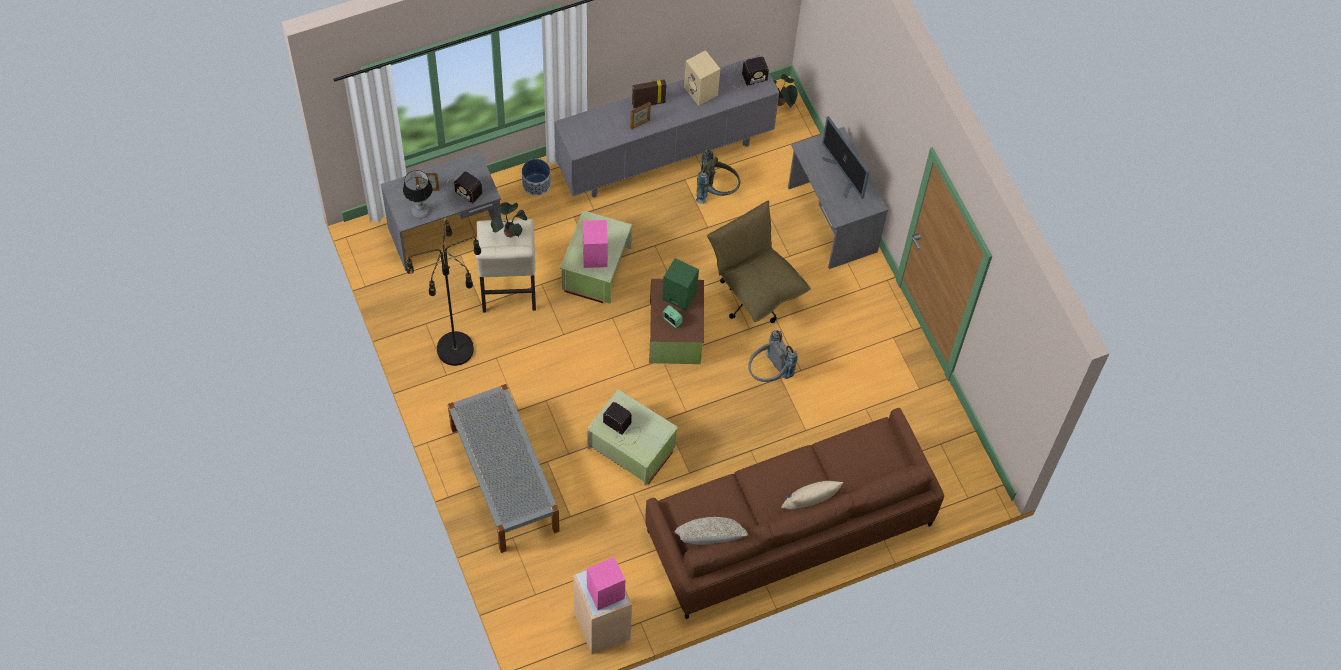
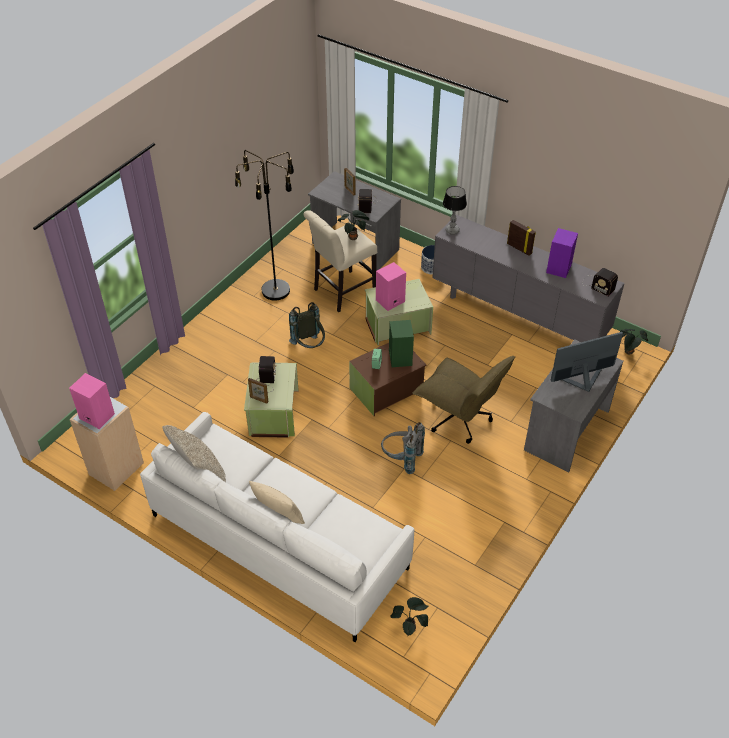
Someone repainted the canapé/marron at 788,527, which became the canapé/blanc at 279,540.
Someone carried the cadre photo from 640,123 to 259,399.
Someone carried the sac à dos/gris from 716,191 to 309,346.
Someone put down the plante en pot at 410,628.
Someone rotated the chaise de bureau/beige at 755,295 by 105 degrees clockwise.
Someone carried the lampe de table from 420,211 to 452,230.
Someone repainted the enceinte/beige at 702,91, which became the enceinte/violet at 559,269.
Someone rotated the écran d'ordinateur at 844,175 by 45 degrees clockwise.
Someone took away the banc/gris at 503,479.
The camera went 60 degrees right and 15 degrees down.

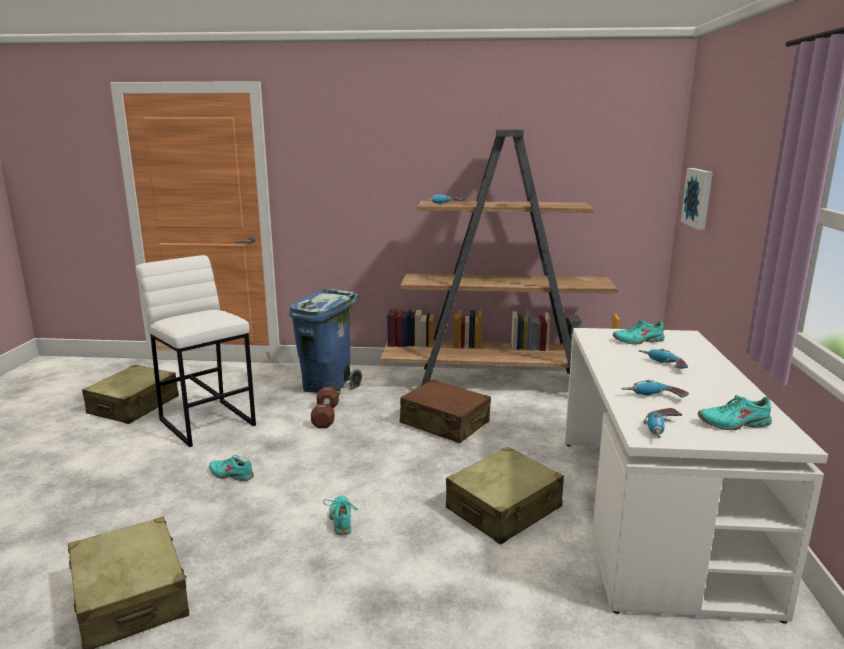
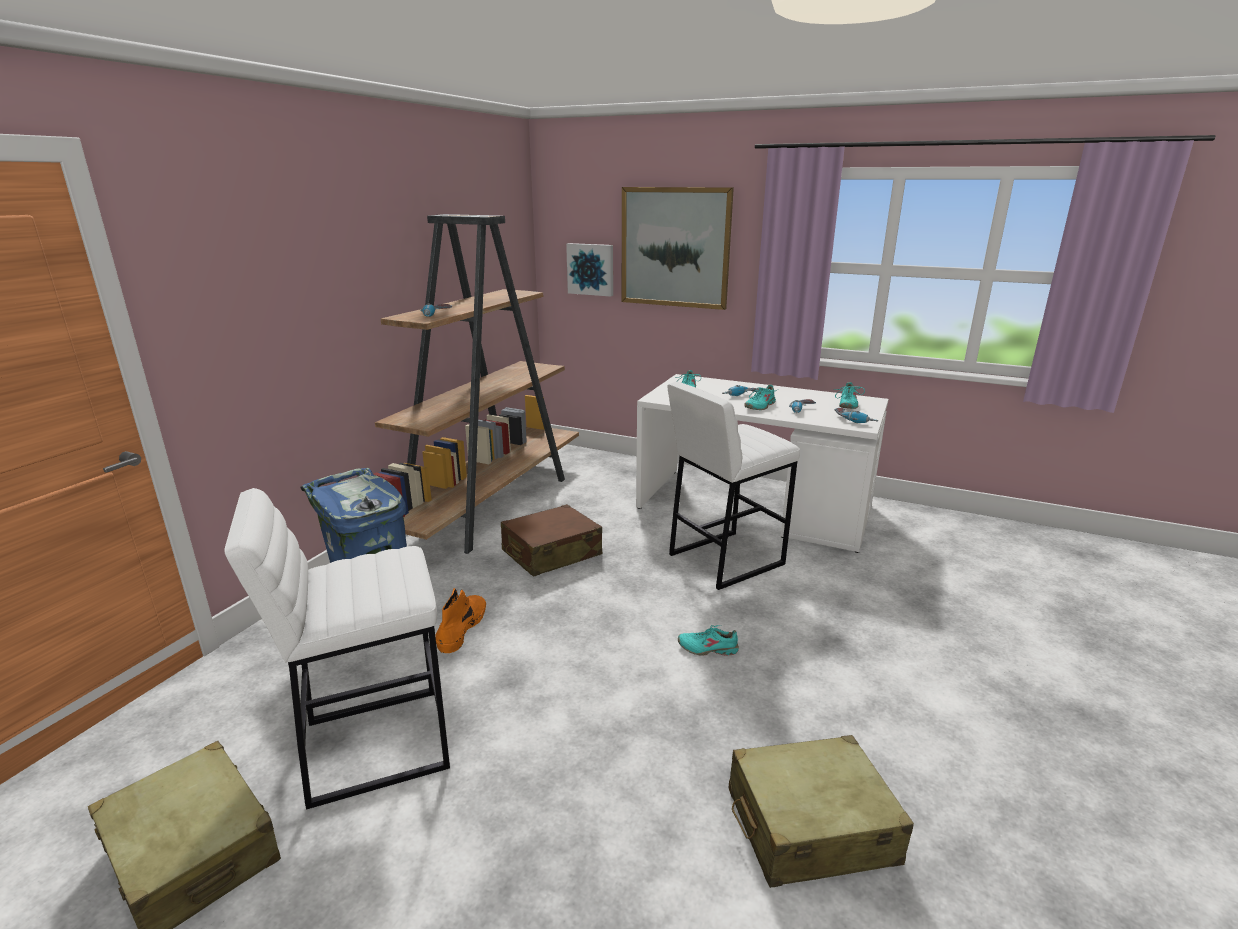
Someone swapped the haltère/marron at 325,416 for the botte/orange at 463,627.
Someone put up the tableau at 675,247.
Someone swapped the valise/beige at 504,509 for the tabouret/blanc at 724,560.
Someone carried the chaussure/turquoise from 231,474 to 759,406.
The camera went 70 degrees left and 5 degrees up.

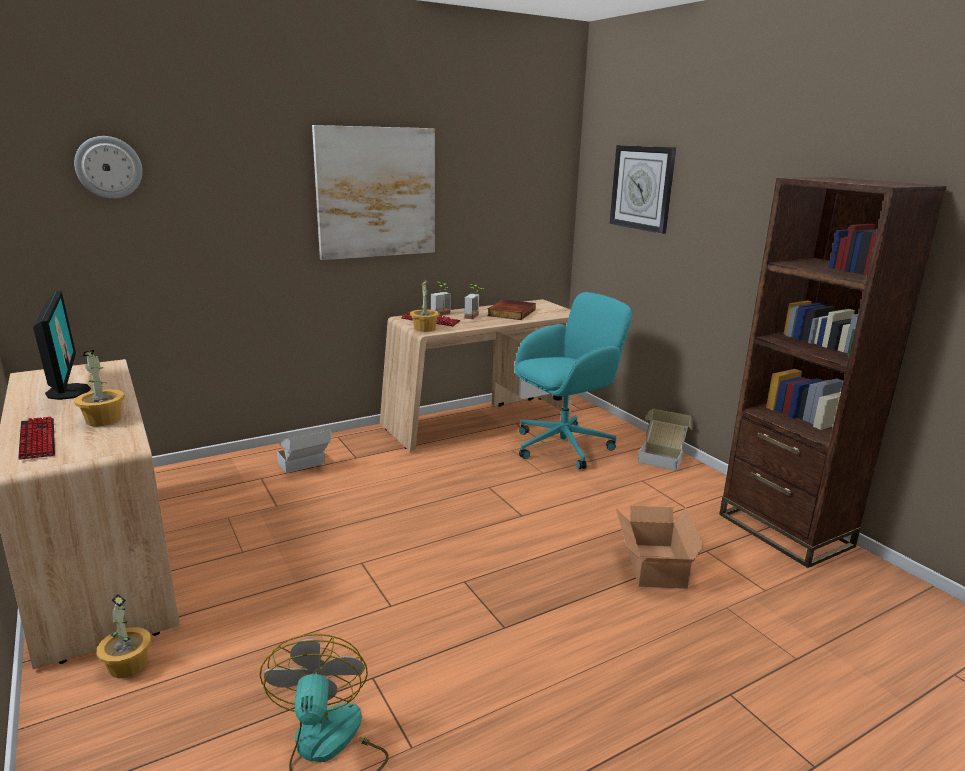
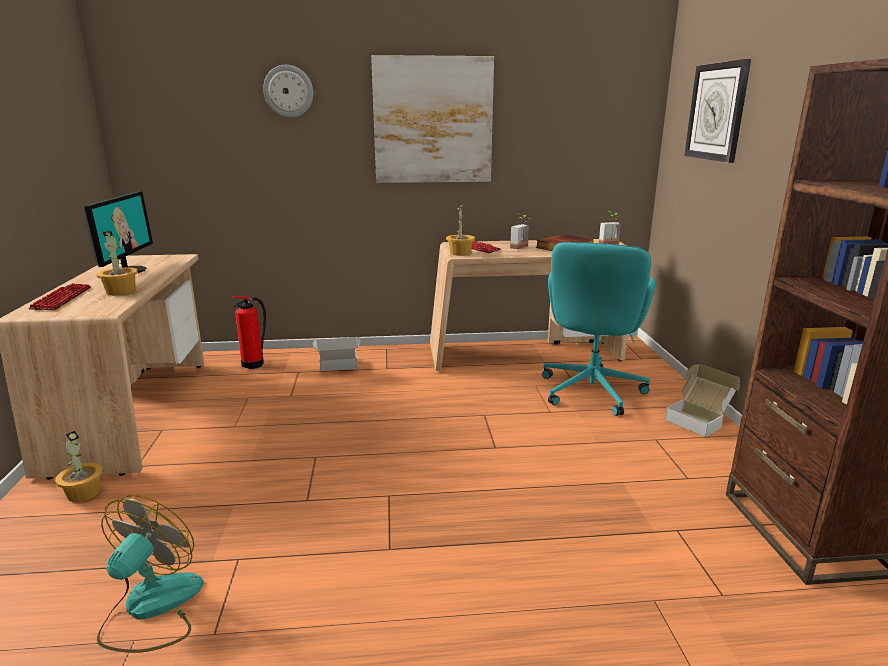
Someone put down the extincteur at 254,363.
Someone carried the horloge murale from 109,167 to 288,91.
Someone rotated the chaise de bureau/turquoise at 562,447 by 120 degrees clockwise.
Someone carried the plante en pot from 442,315 to 610,244.
Someone took away the carton at 652,567.
The camera went 25 degrees right and 0 degrees up.

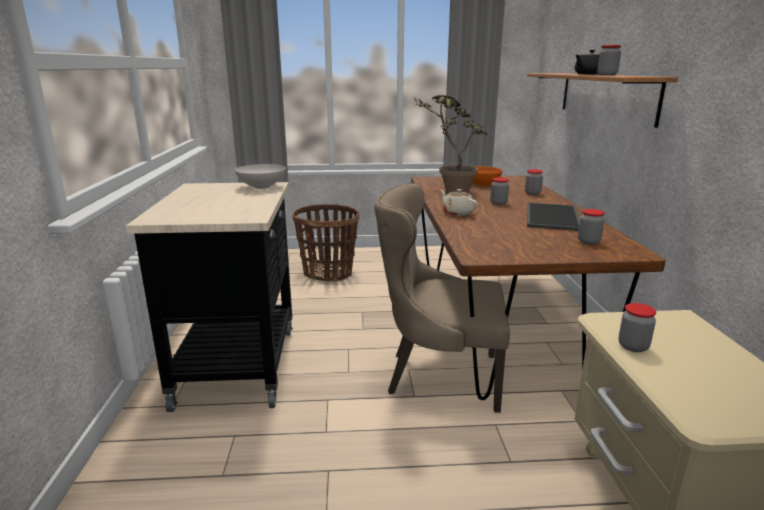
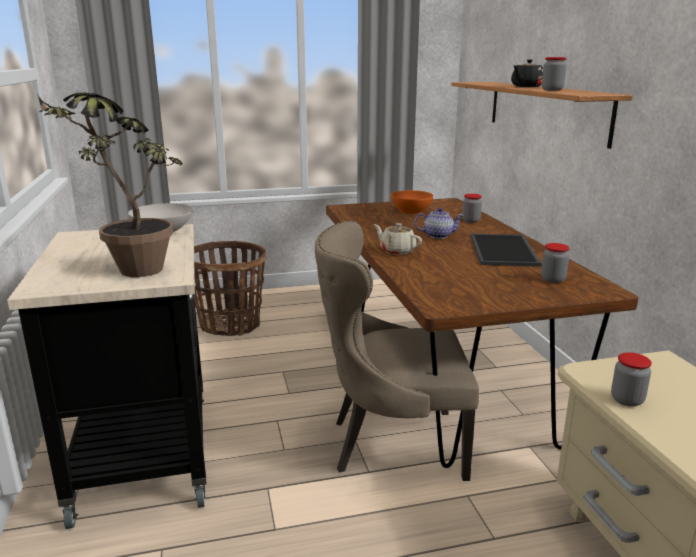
Someone carried the plante en pot from 449,191 to 128,268.
Someone swapped the bocal at 498,203 for the théière at 438,235.
The camera went 10 degrees left and 0 degrees up.

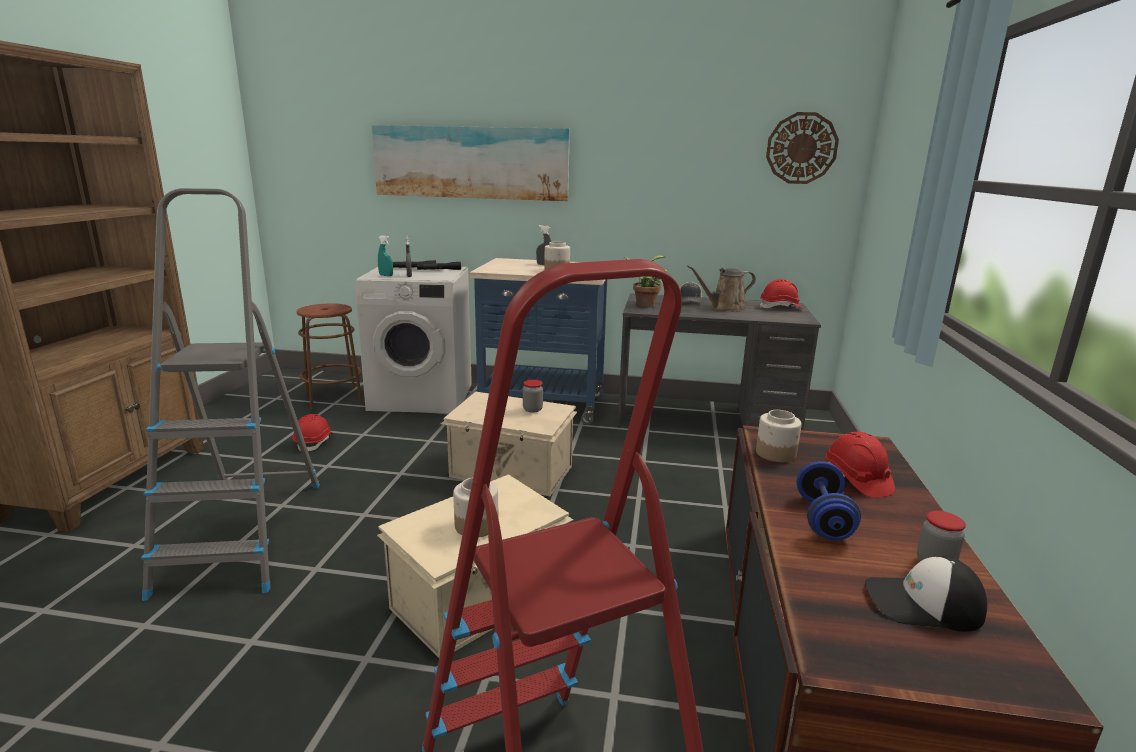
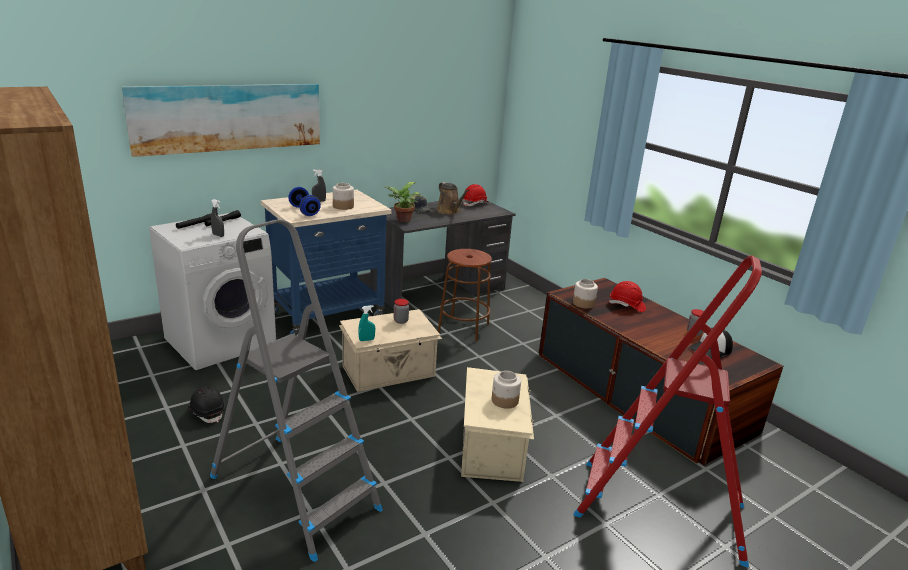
Someone repainted the casque de chantier/rouge at 314,442, which became the casque de chantier/noir at 207,412.
Someone carried the haltère/bleu from 823,519 to 304,211.
Someone carried the vaporisateur/turquoise from 386,275 to 366,340.
Someone rotated the arrosoir/marron at 724,308 by 60 degrees counterclockwise.
Someone carried the tabouret/marron from 333,397 to 463,328.
Someone took away the horloge murale at 801,148.
The camera went 45 degrees left and 5 degrees up.

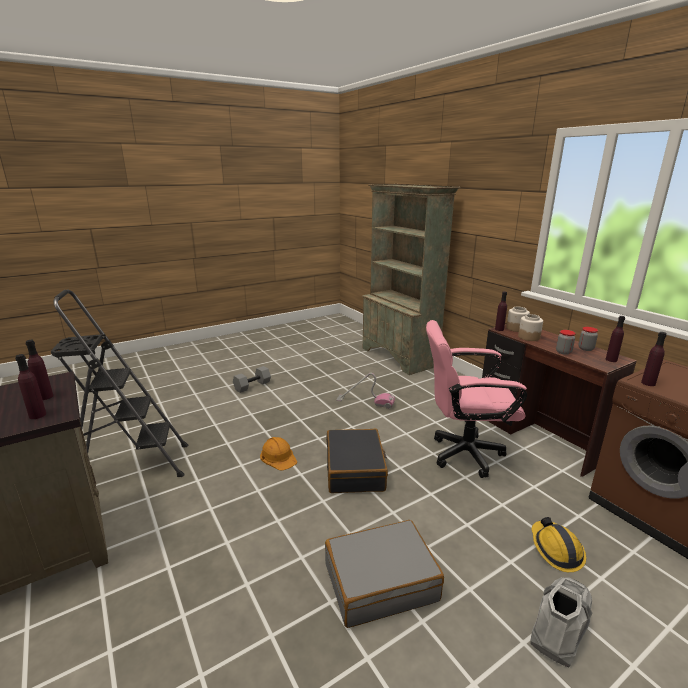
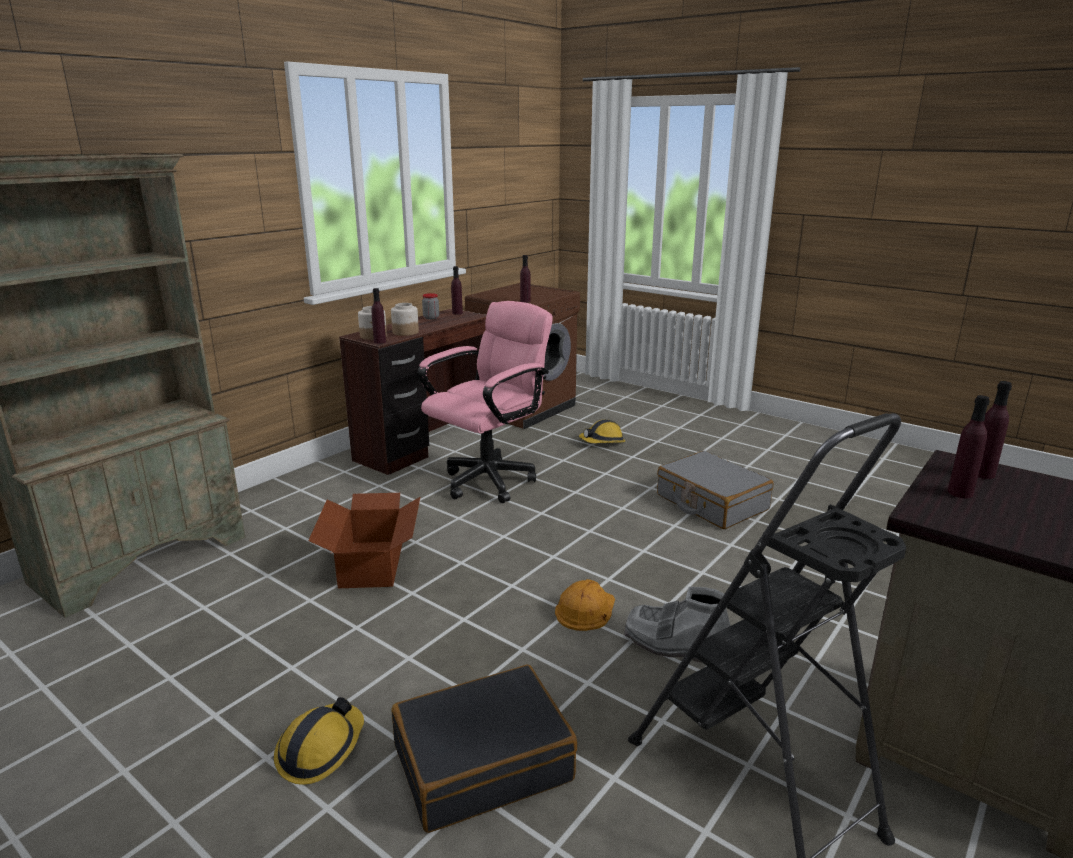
Someone swapped the haltère/gris at 252,385 for the casque de chantier at 320,749.
Someone swapped the aspirateur at 365,402 for the carton at 370,564.
Someone carried the valise/noir from 355,469 to 482,762.
Someone rotated the chaise de bureau/rose at 462,456 by 120 degrees counterclockwise.
Someone carried the botte/gris from 560,624 to 676,644.
Someone took away the bocal at 563,352.
The camera went 110 degrees left and 0 degrees up.

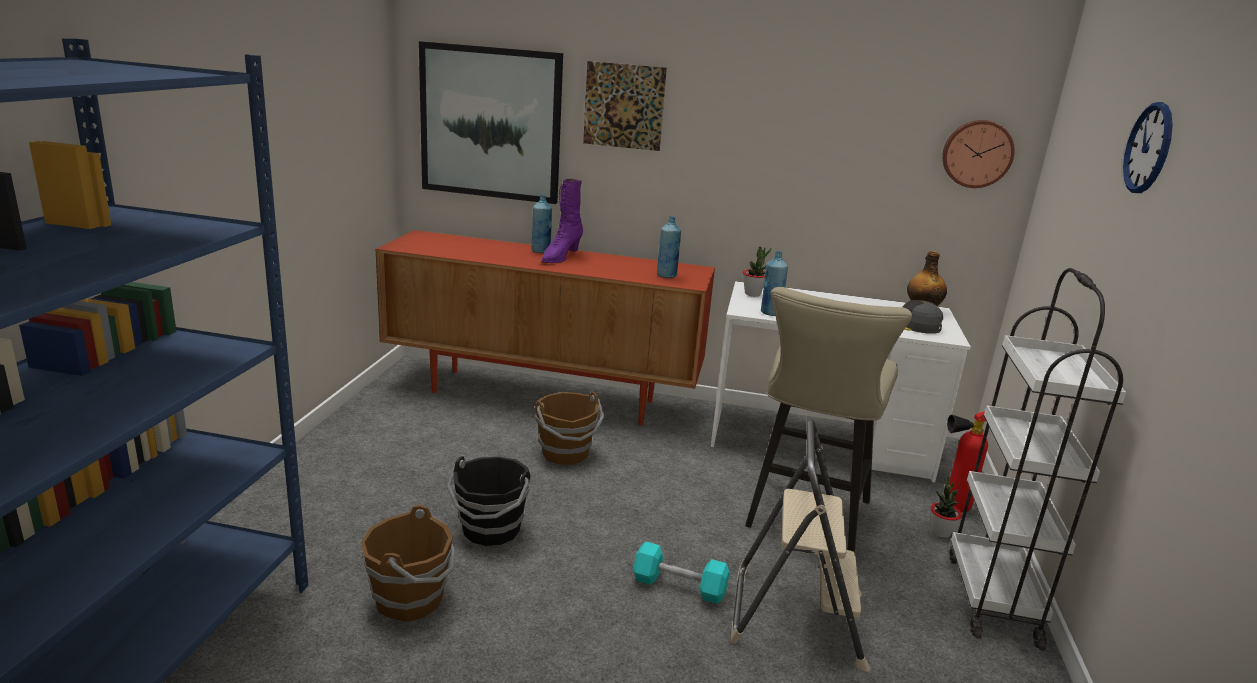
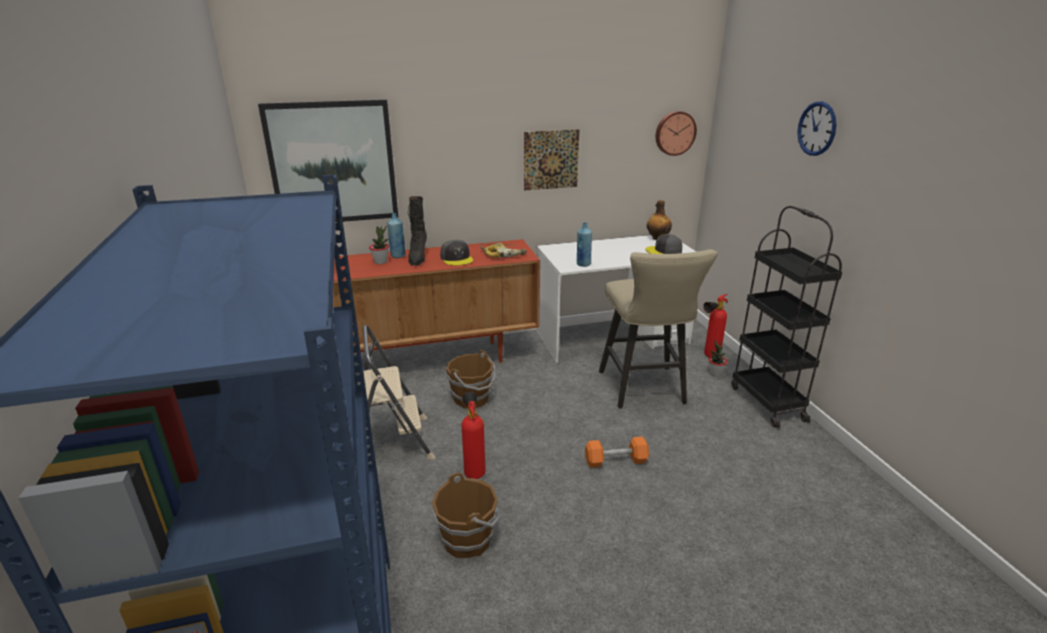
Someone carried the escabeau/beige from 791,614 to 386,443.
Someone carried the plante en pot from 752,294 to 380,262.
Someone repainted the botte/violet at 560,257, which became the botte/noir at 417,257.
Someone put down the casquette/gris at 457,258.
Someone swapped the seau/noir at 490,530 for the extincteur at 474,471.
Someone swapped the bouteille/bleu at 666,276 for the perceuse at 503,254.
Someone carried the tableau from 624,106 to 551,160.
Someone repainted the haltère/turquoise at 679,586, which became the haltère/orange at 616,461.
Someone repainted the chariot/blanc at 992,600, which became the chariot/noir at 767,403.
The camera went 25 degrees left and 5 degrees up.

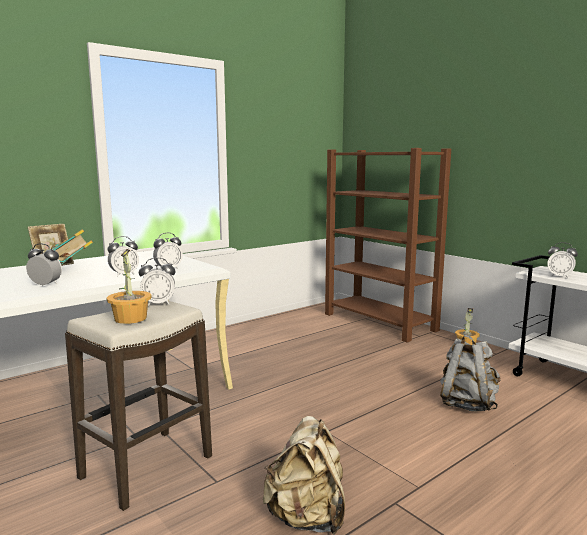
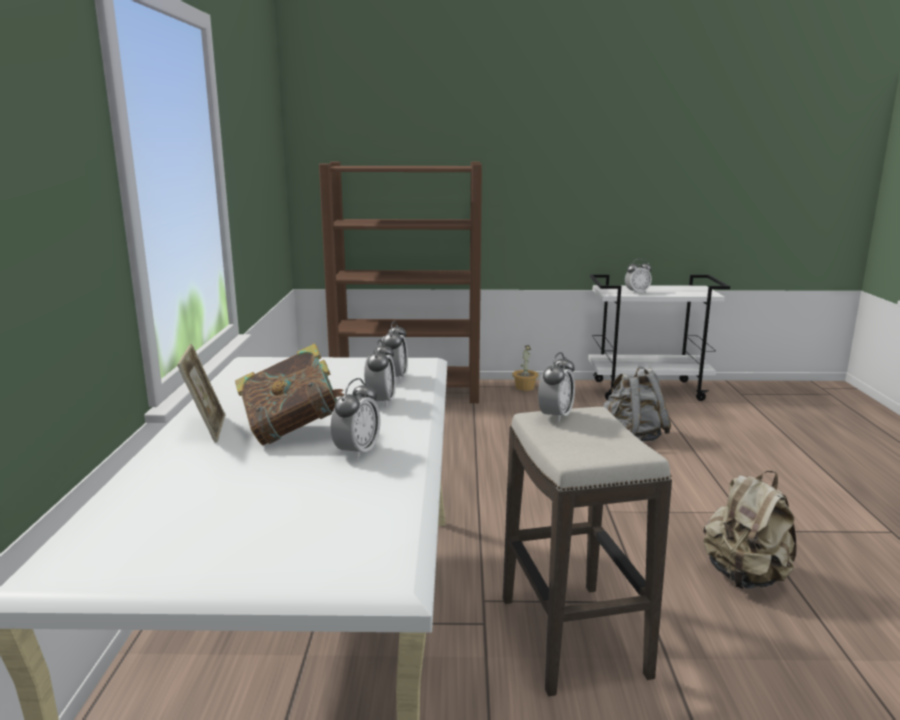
Someone rotated the réveil at 46,285 by 150 degrees clockwise.
Someone took away the plante en pot at 131,318.
The camera went 50 degrees left and 5 degrees up.

